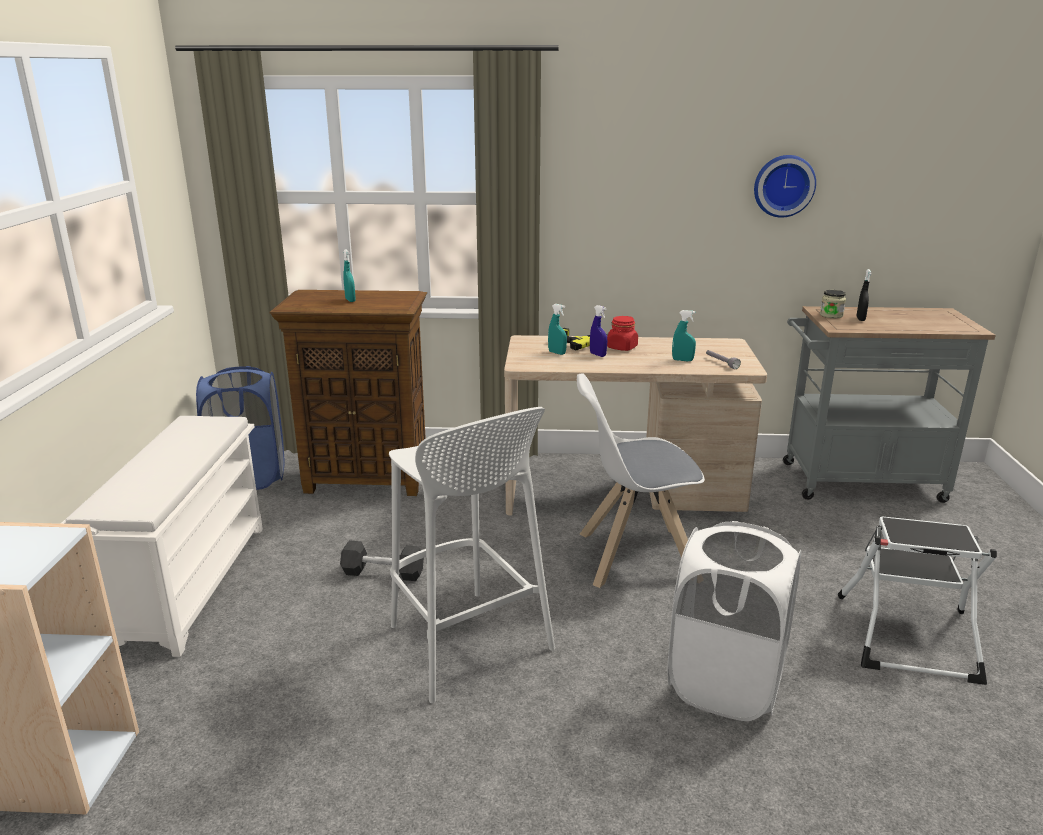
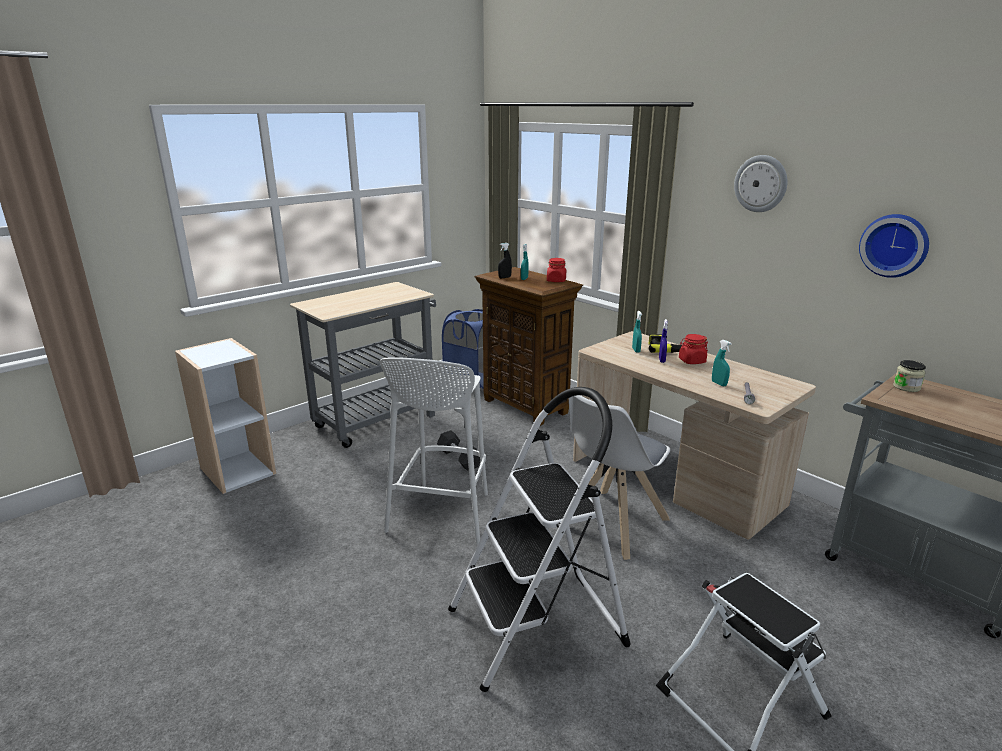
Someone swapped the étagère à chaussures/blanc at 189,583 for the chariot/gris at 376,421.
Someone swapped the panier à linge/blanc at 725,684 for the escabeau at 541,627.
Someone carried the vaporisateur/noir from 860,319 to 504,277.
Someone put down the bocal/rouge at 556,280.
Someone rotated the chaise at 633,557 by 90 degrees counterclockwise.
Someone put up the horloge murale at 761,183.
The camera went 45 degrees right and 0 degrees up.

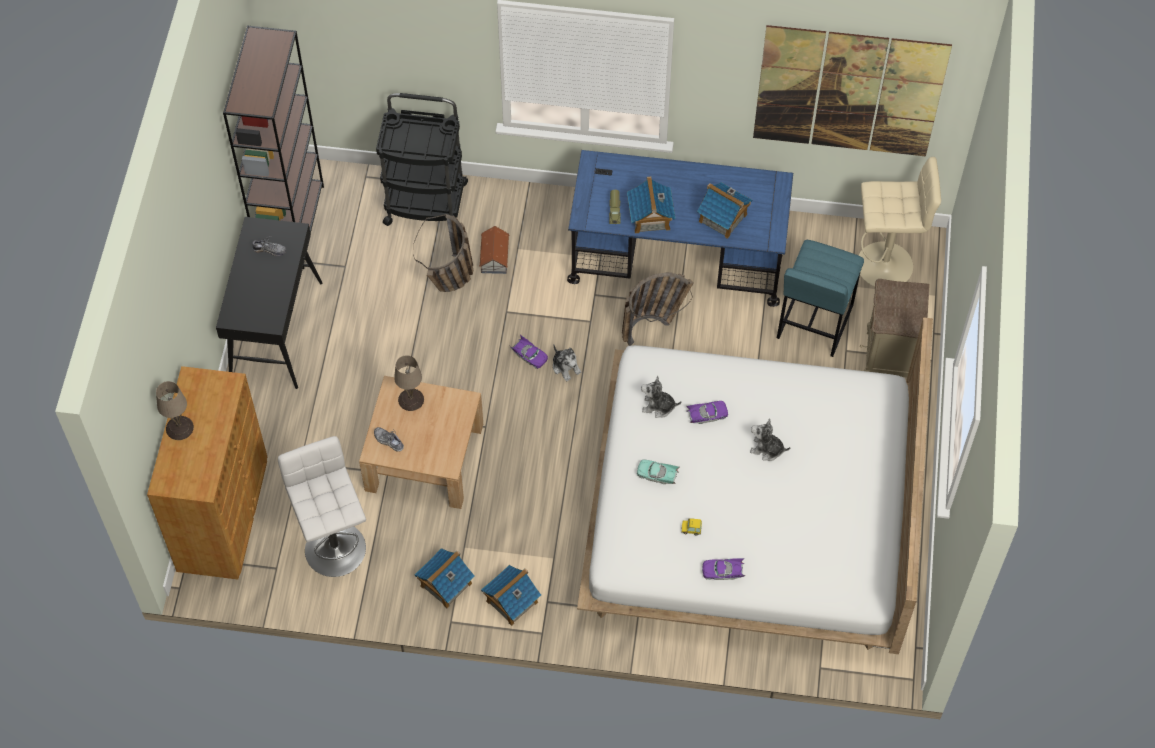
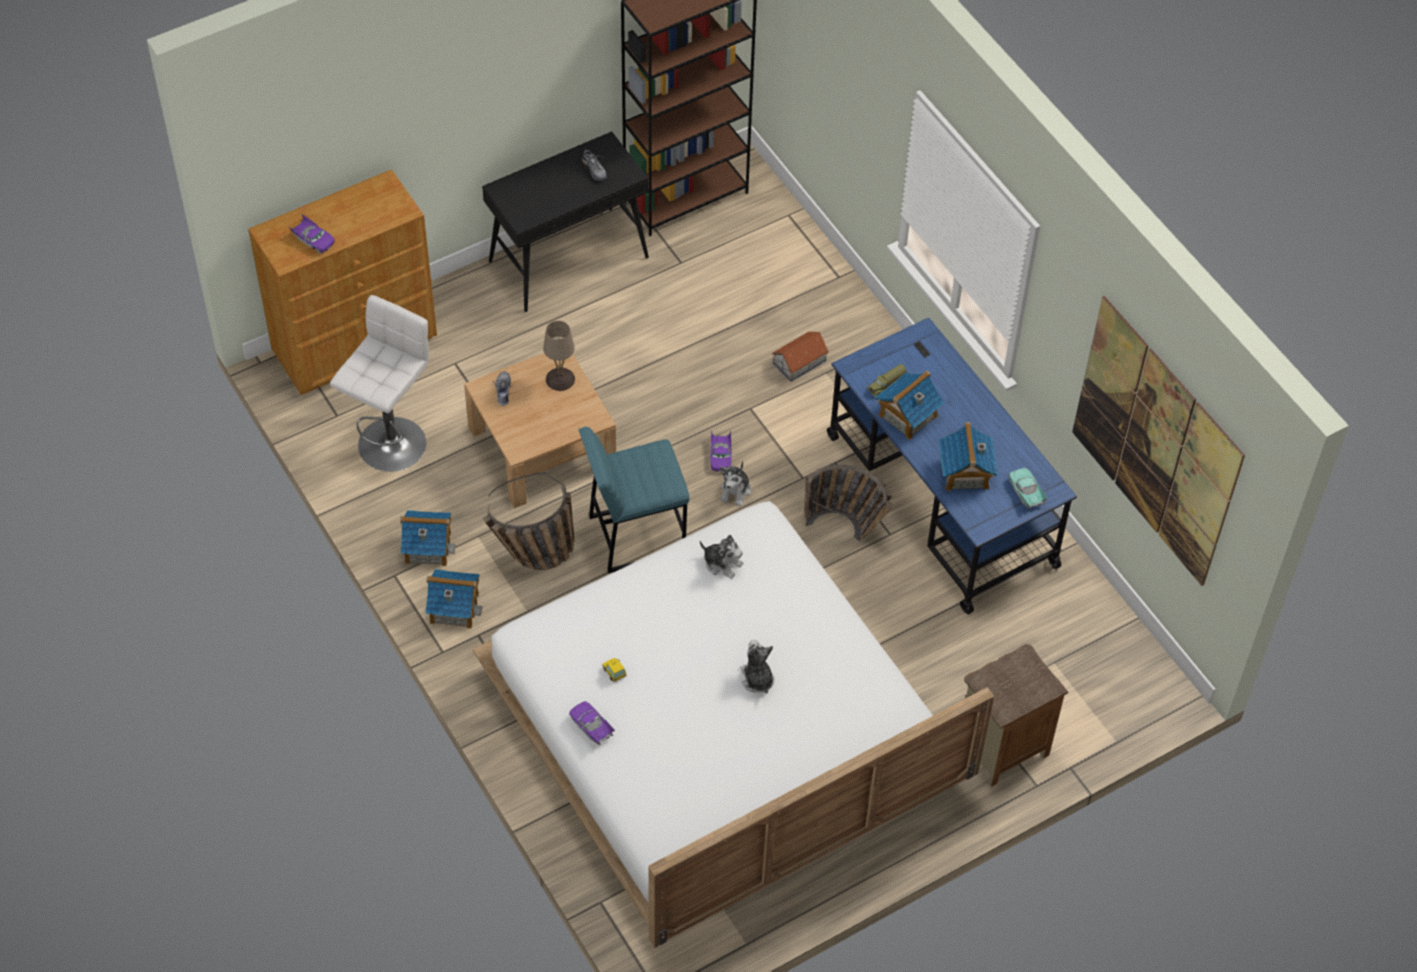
Someone carried the petite voiture/violet from 707,415 to 313,239.
Someone carried the panier from 451,282 to 532,557.
Someone carried the tabouret/bleu from 814,323 to 634,536.
Someone rotated the peluche at 658,406 by 150 degrees clockwise.
Someone carried the petite voiture/turquoise from 657,475 to 1026,492.
Someone took away the lampe de table/beige at 179,427.
Someone took away the chariot/noir at 425,204.
Someone took away the tabouret/beige at 885,265.
The camera went 50 degrees right and 5 degrees down.

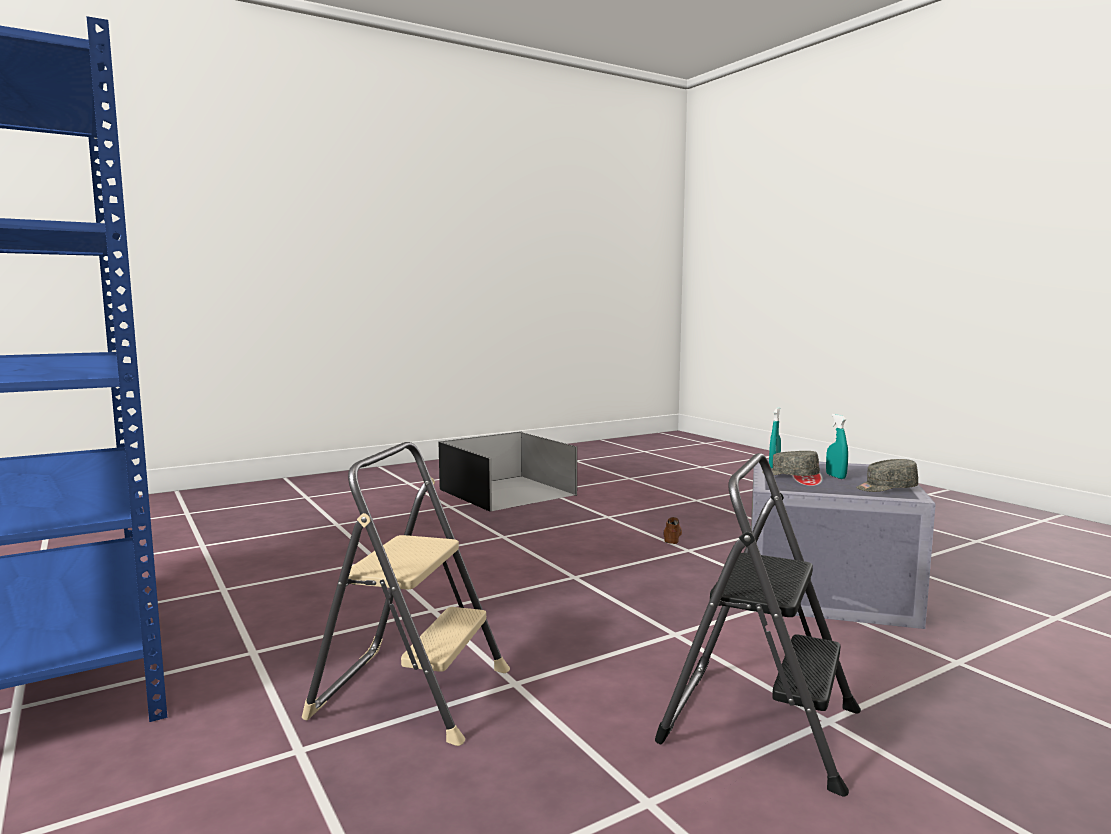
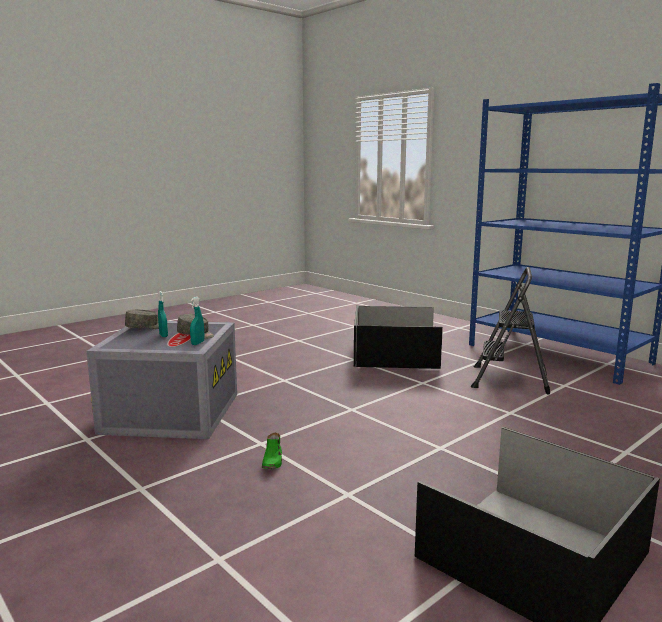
Someone repainted the chaussure/marron at 672,537, which became the chaussure/vert at 273,461.
Someone swapped the escabeau/beige at 404,691 for the boîte de rangement/noir at 395,355.
Someone carried the escabeau/noir from 751,722 to 513,380.
The camera went 170 degrees right and 5 degrees up.

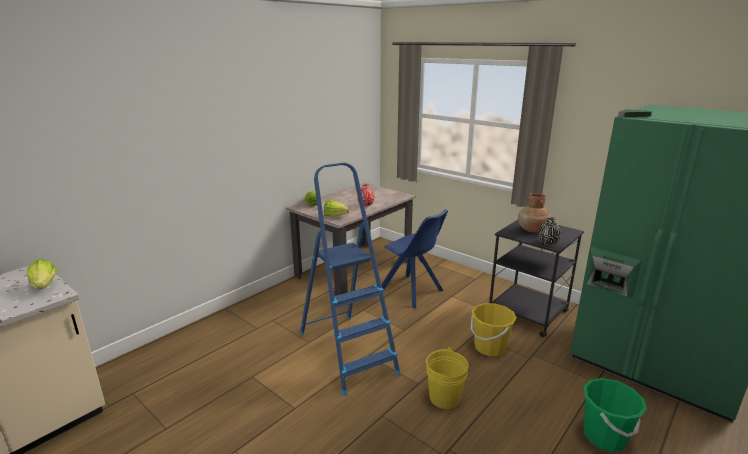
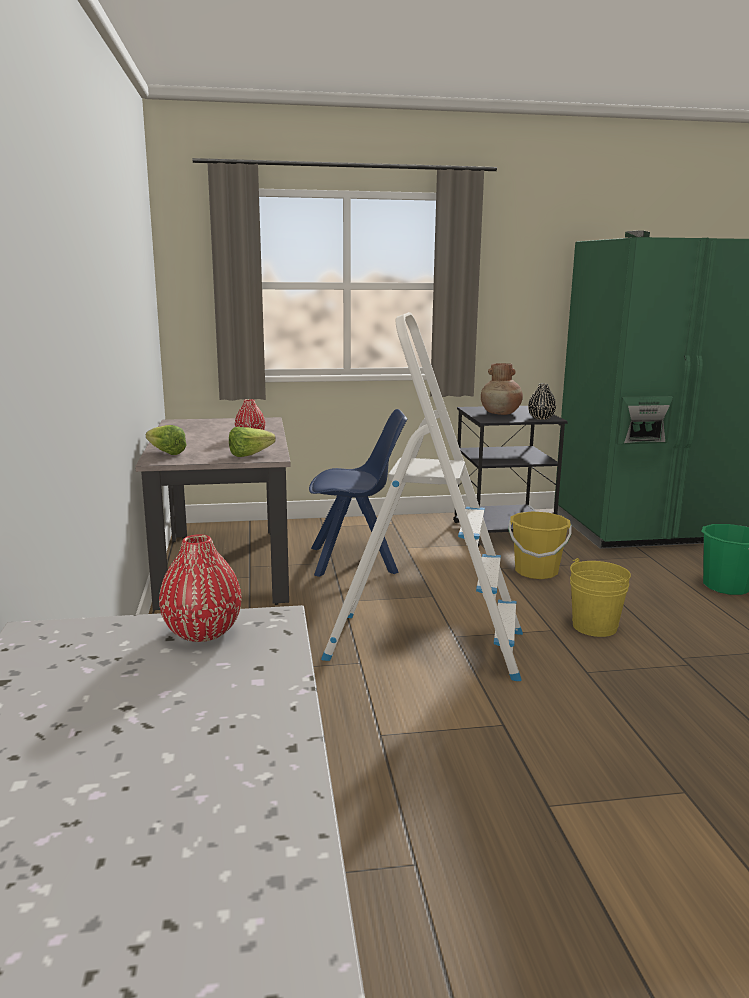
Someone swapped the laitue at 43,288 for the vase/rouge at 202,632.
Someone repainted the escabeau/bleu at 347,352, which became the escabeau/blanc at 427,646.
The camera went 50 degrees left and 5 degrees down.

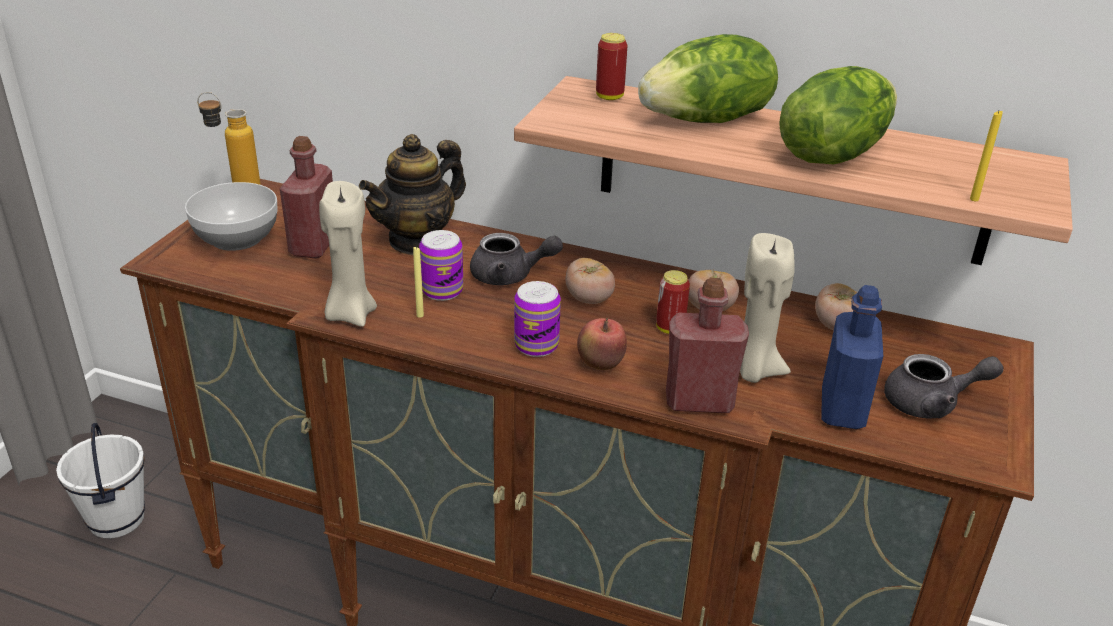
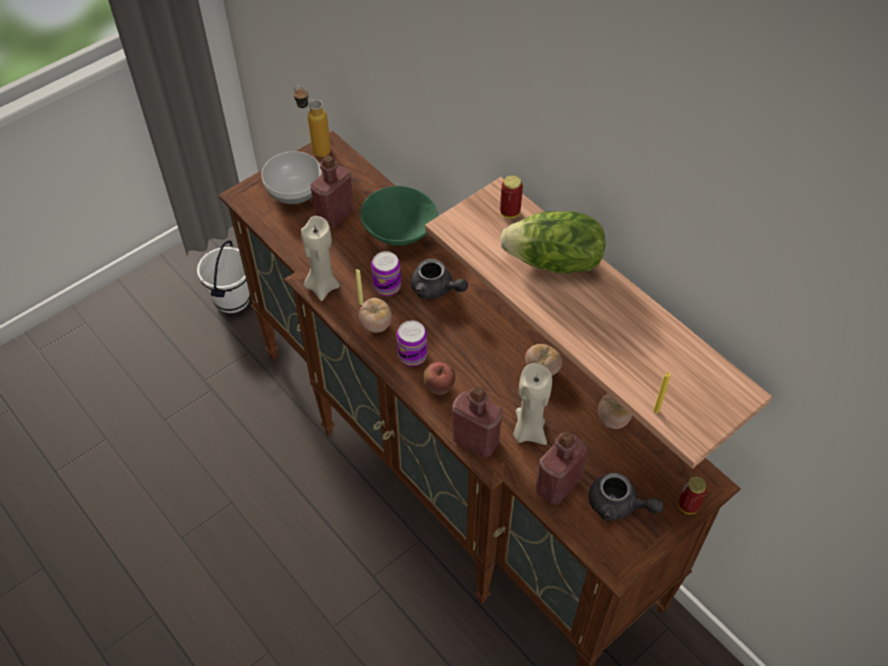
Someone carried the tomate from 589,299 to 376,324.
Someone swapped the théière at 418,240 for the bol/vert at 400,234.
Someone repainted the bouteille/bleu at 842,409, which became the bouteille/rouge at 557,485.
Someone carried the boîte métallique from 670,328 to 688,506.
Someone took away the laitue at 832,153.
The camera went 30 degrees right and 20 degrees up.

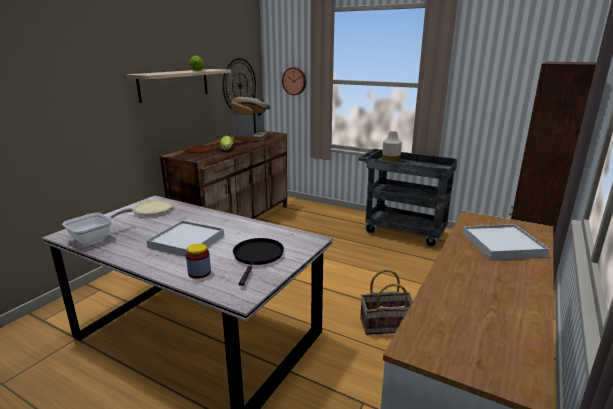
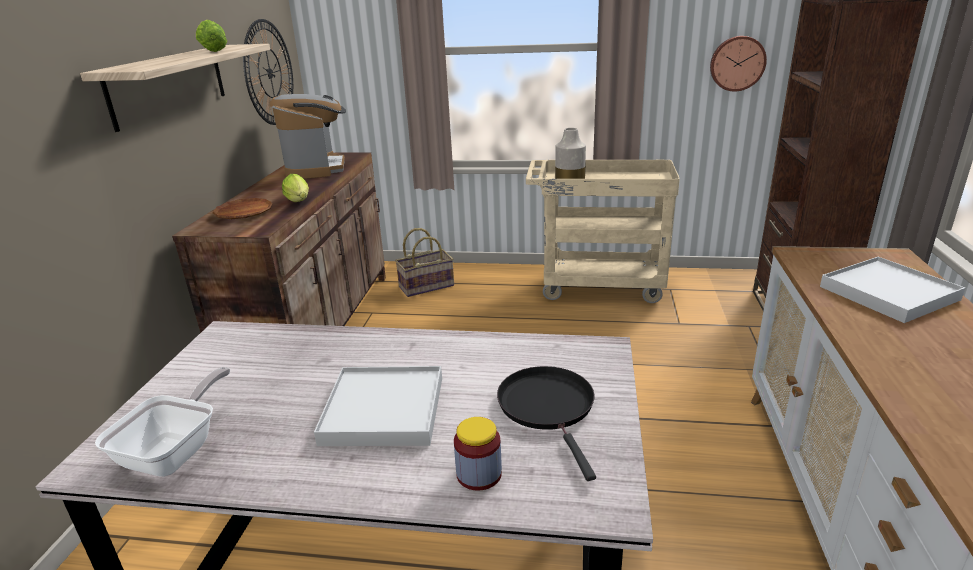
Someone carried the panier from 386,324 to 426,286.
Someone repainted the chariot/noir at 400,233, which became the chariot/beige at 596,290.
Someone carried the horloge murale from 294,81 to 737,63.
Someone took away the assiette/beige at 153,210.
The camera went 20 degrees left and 5 degrees up.

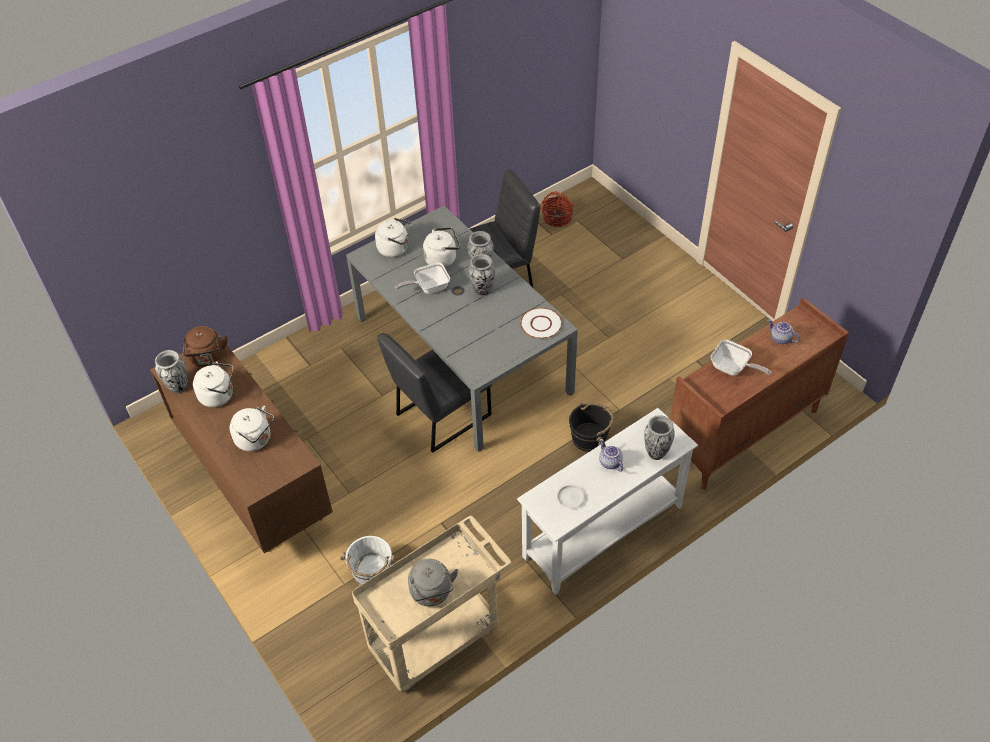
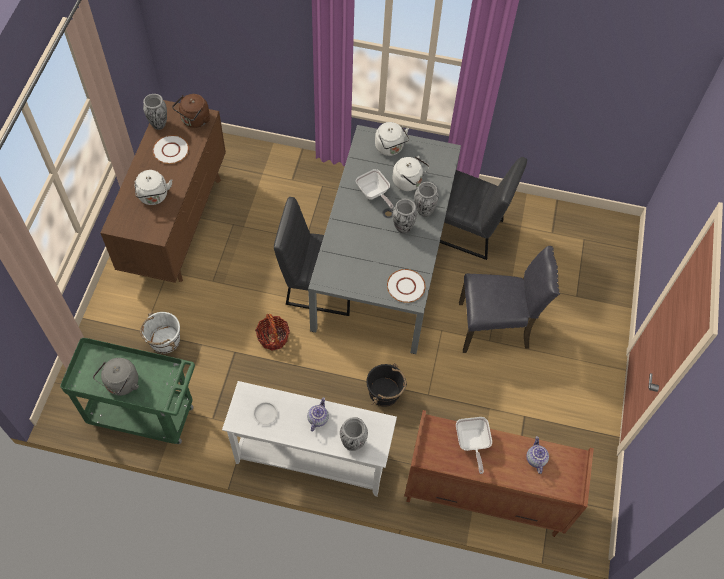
Someone repainted the chariot/beige at 440,639, which became the chariot/vert at 147,417.
Someone swapped the bouilloire/blanc at 219,395 for the assiette/blanc at 171,150.
Someone carried the panier from 557,218 to 273,337.
Someone rotated the poêle at 428,287 by 150 degrees counterclockwise.
Someone put down the chaise/gris at 496,327.
The camera went 45 degrees right and 10 degrees up.

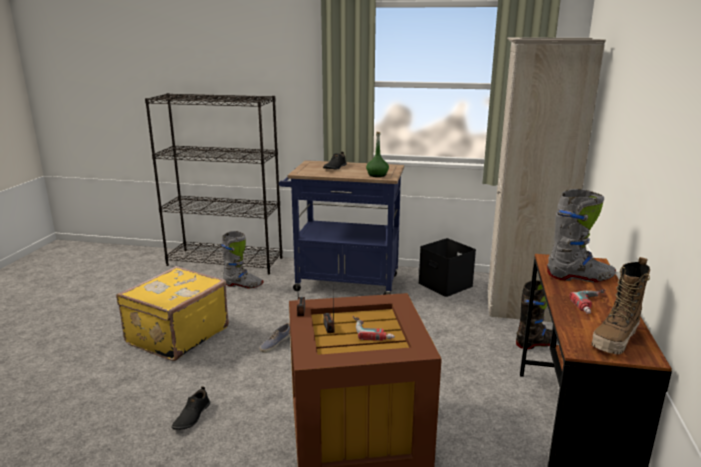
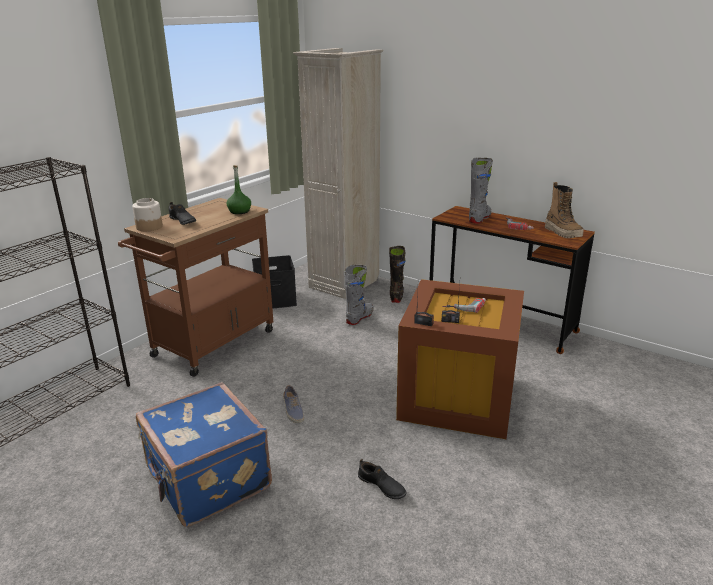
Someone repainted the chariot/bleu at 343,283, which became the chariot/marron at 211,345.
Someone put down the bocal at 149,227.
Someone repainted the valise/jaune at 176,335, which became the valise/bleu at 206,480.
Someone carried the botte/gris from 243,285 to 360,317.
The camera went 65 degrees left and 5 degrees up.

